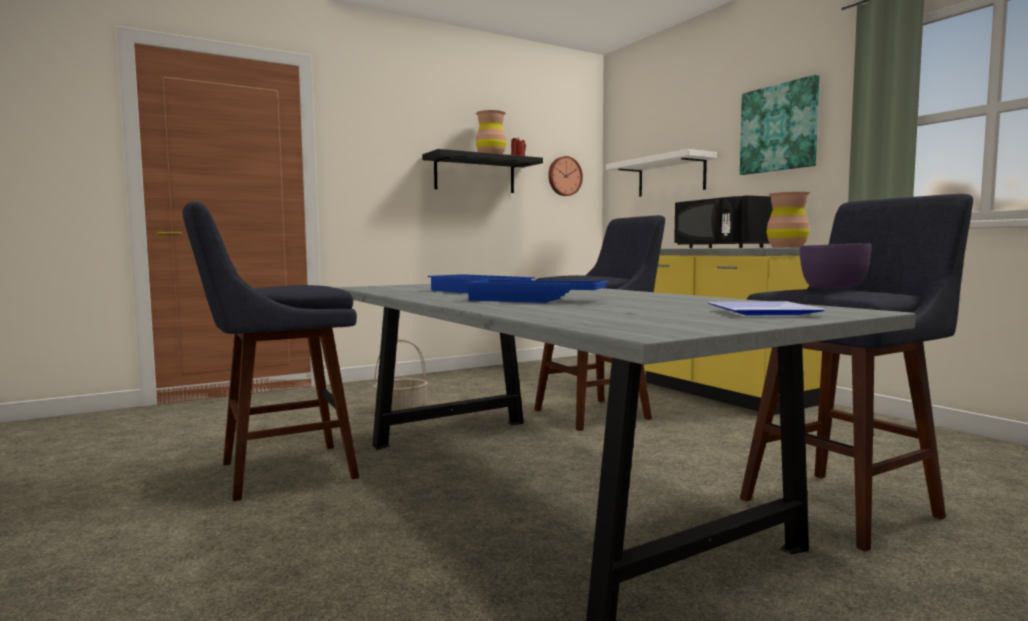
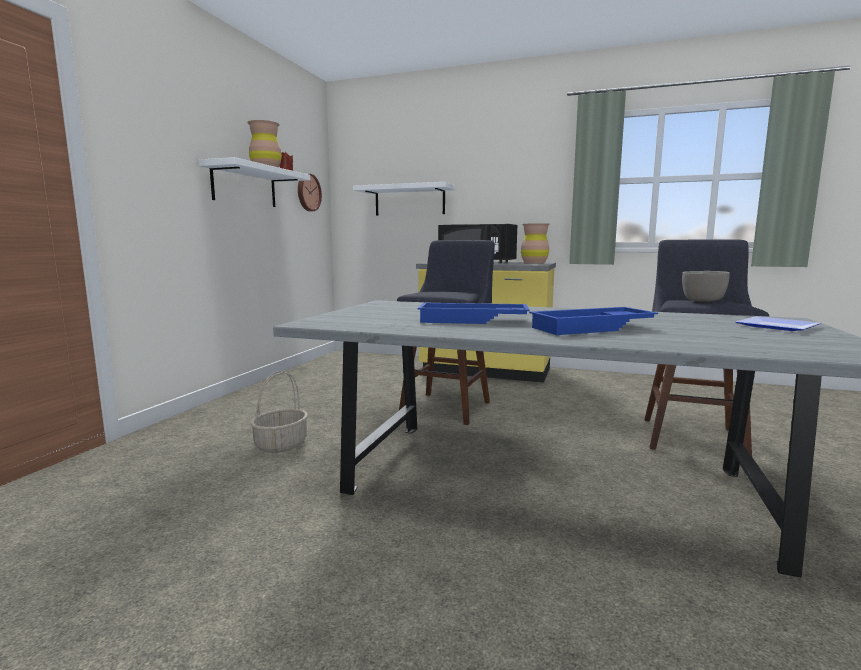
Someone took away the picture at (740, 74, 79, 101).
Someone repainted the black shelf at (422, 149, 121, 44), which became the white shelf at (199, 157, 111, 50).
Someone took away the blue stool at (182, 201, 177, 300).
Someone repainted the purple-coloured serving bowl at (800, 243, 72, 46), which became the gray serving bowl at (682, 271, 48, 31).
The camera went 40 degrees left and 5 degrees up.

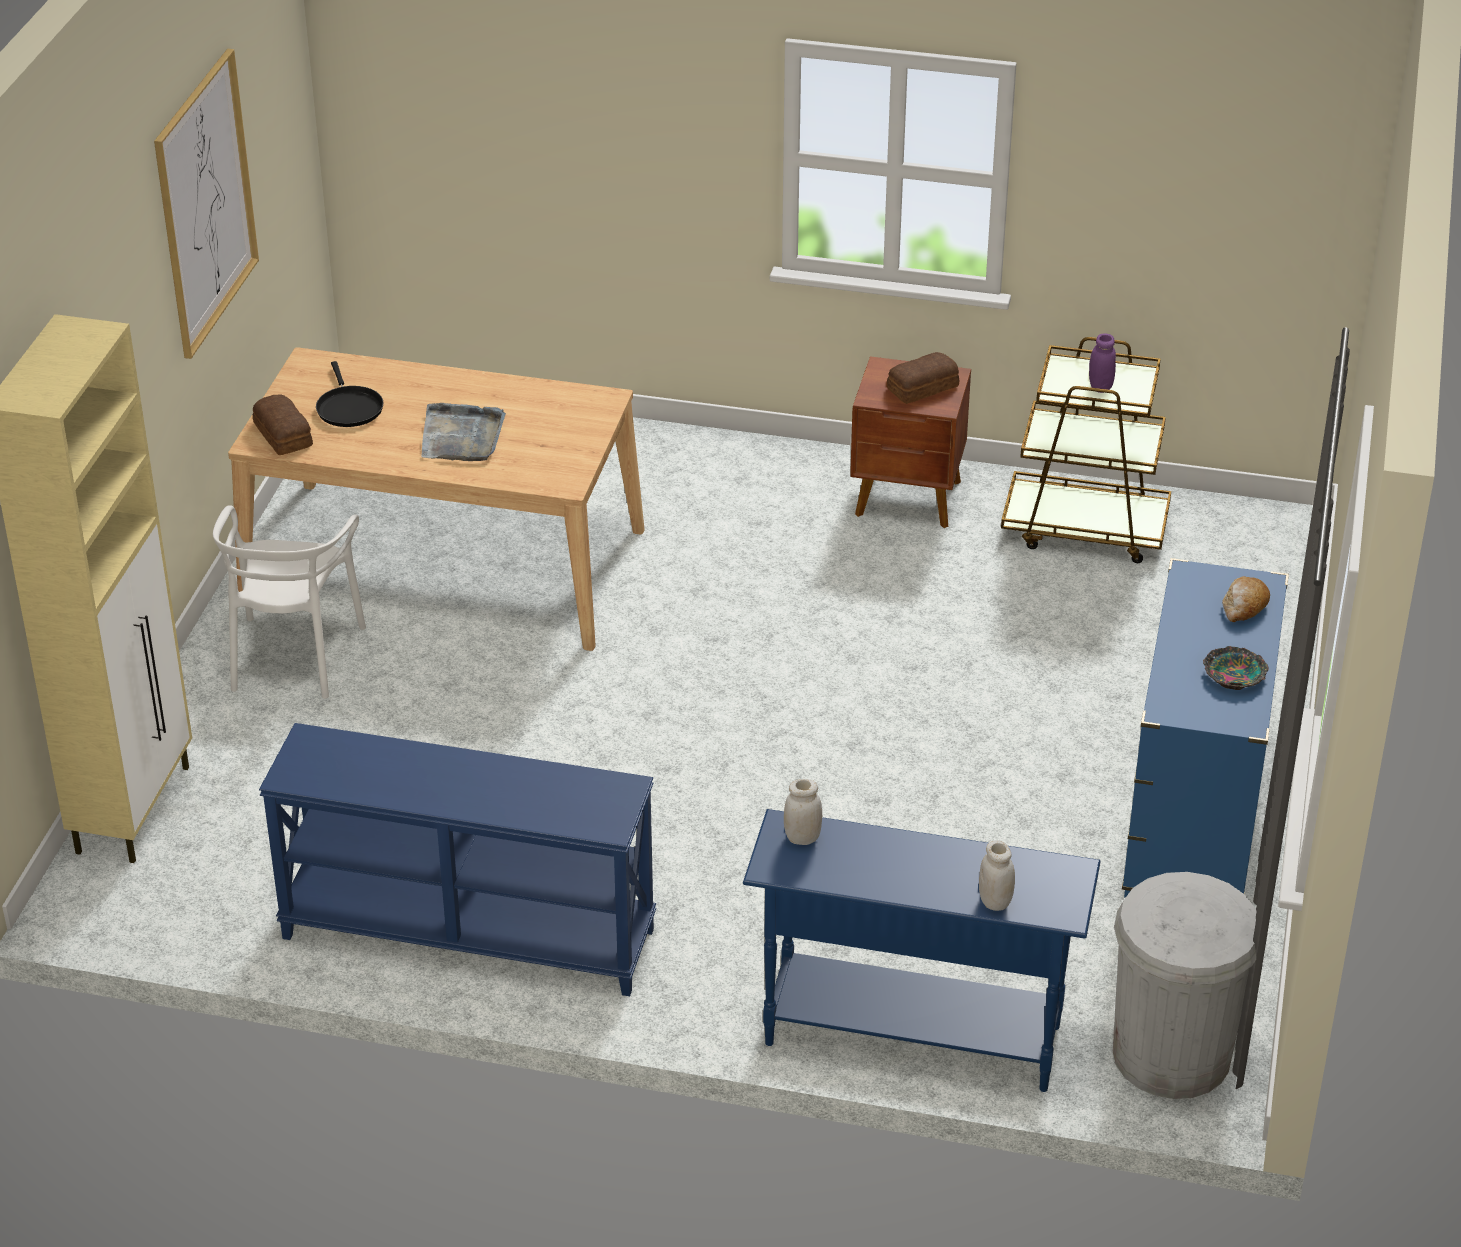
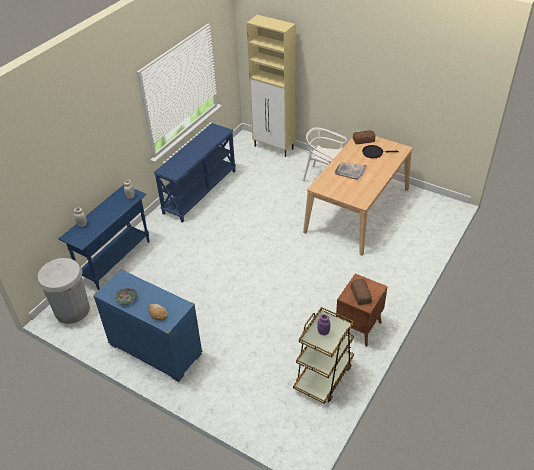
Someone took away the picture at (154, 48, 105, 311).
The camera went 110 degrees right and 5 degrees up.

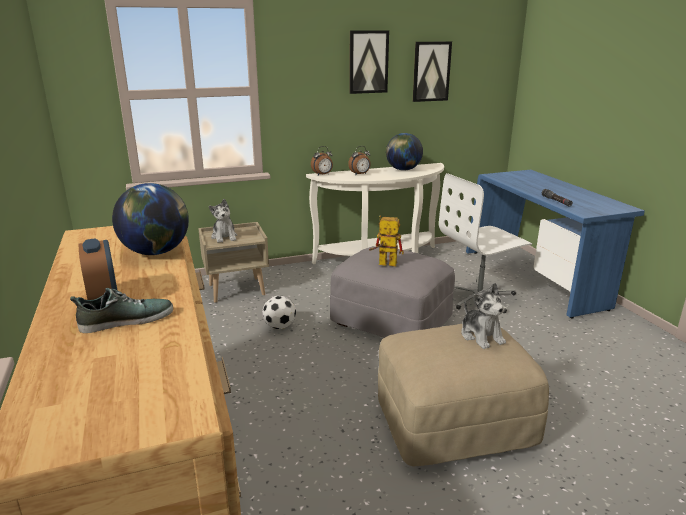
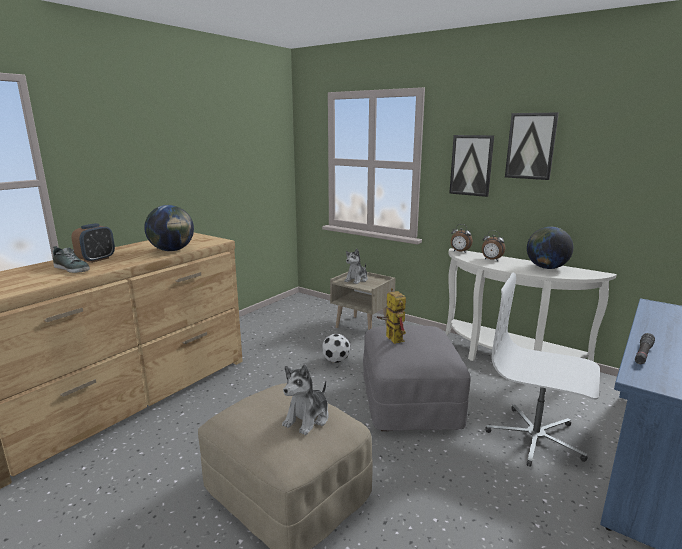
Someone carried the picture from (413, 41, 39, 61) to (449, 135, 45, 62).
The camera went 55 degrees right and 5 degrees down.

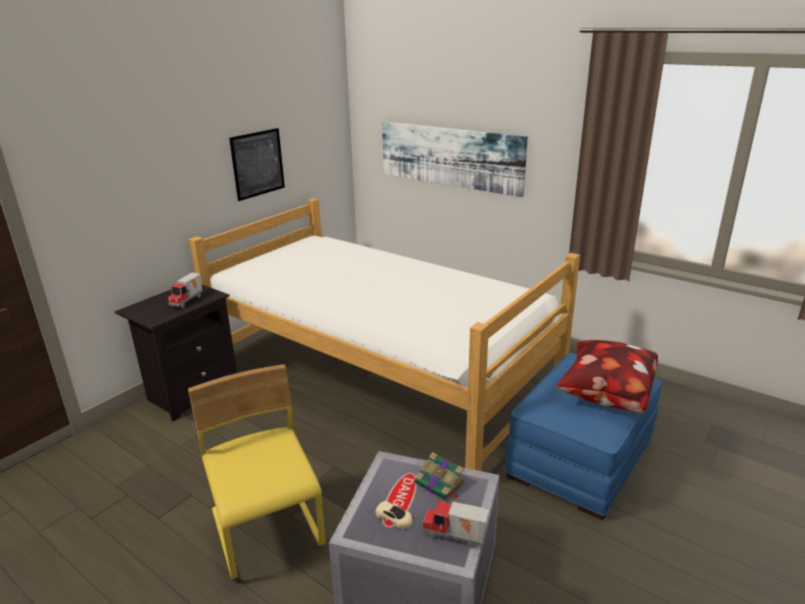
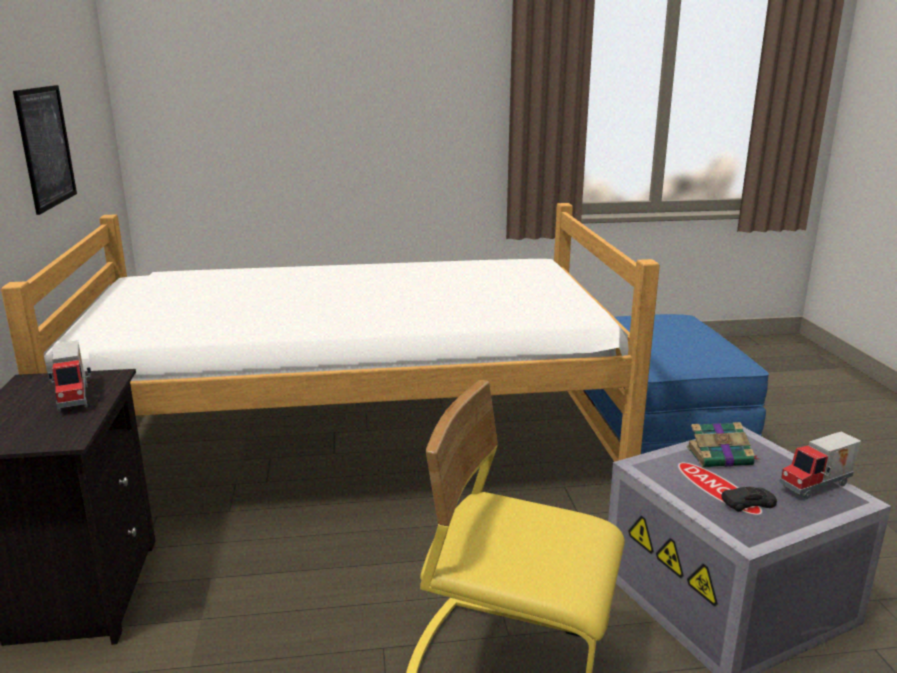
Someone took away the picture at (382, 122, 146, 75).
Someone took away the cushion at (556, 340, 102, 73).
Someone repainted the sand-coloured miniature car at (375, 501, 38, 28), which became the black miniature car at (721, 486, 56, 26).
The camera went 45 degrees left and 5 degrees down.

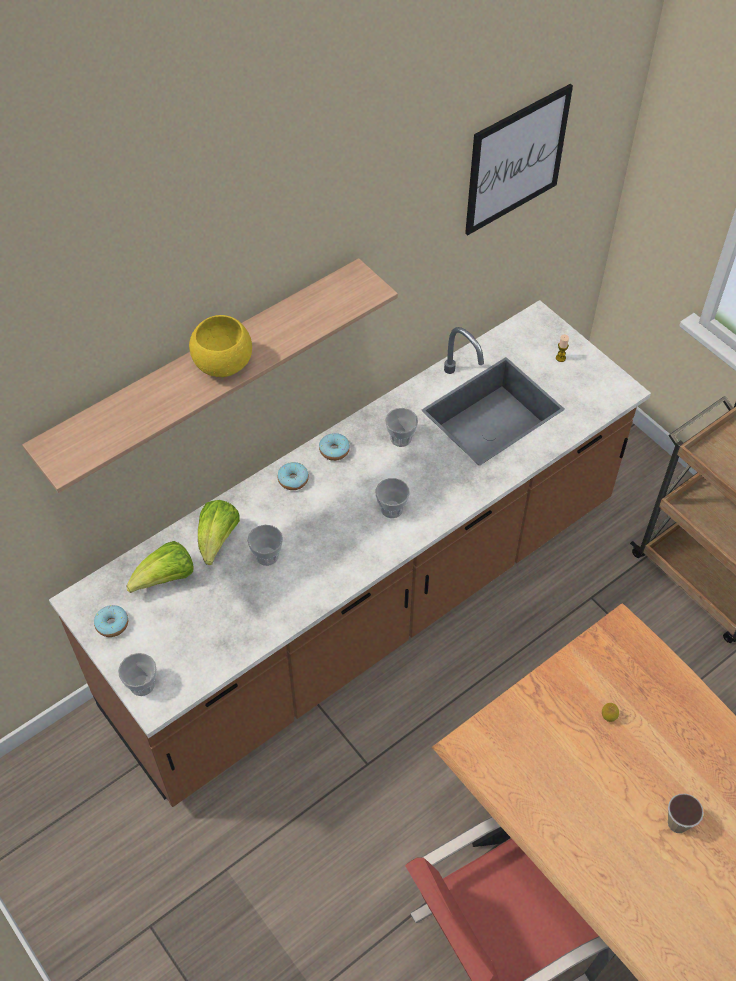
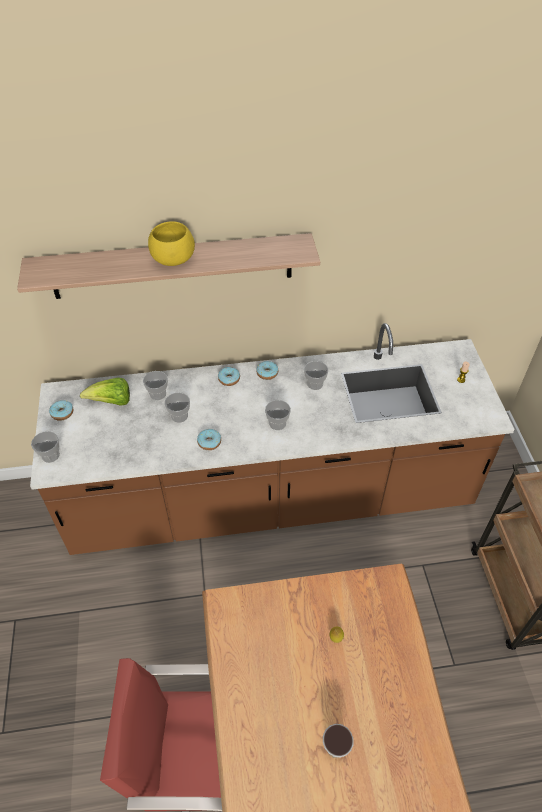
Someone took away the picture at (465, 84, 108, 151).
Someone swapped the lettuce at (198, 500, 42, 65) for the cup at (143, 371, 25, 29).
Someone put down the donut at (197, 429, 24, 21).
The camera went 30 degrees right and 5 degrees down.

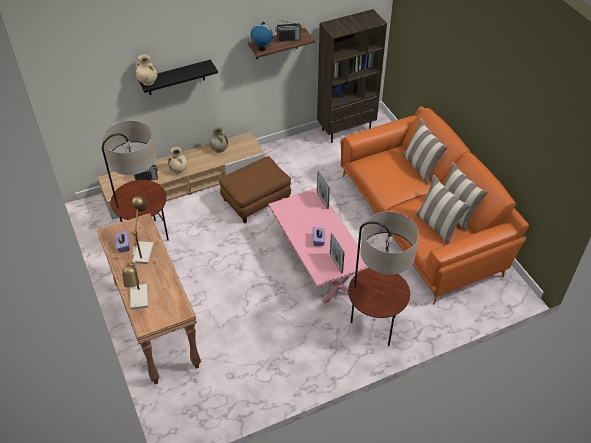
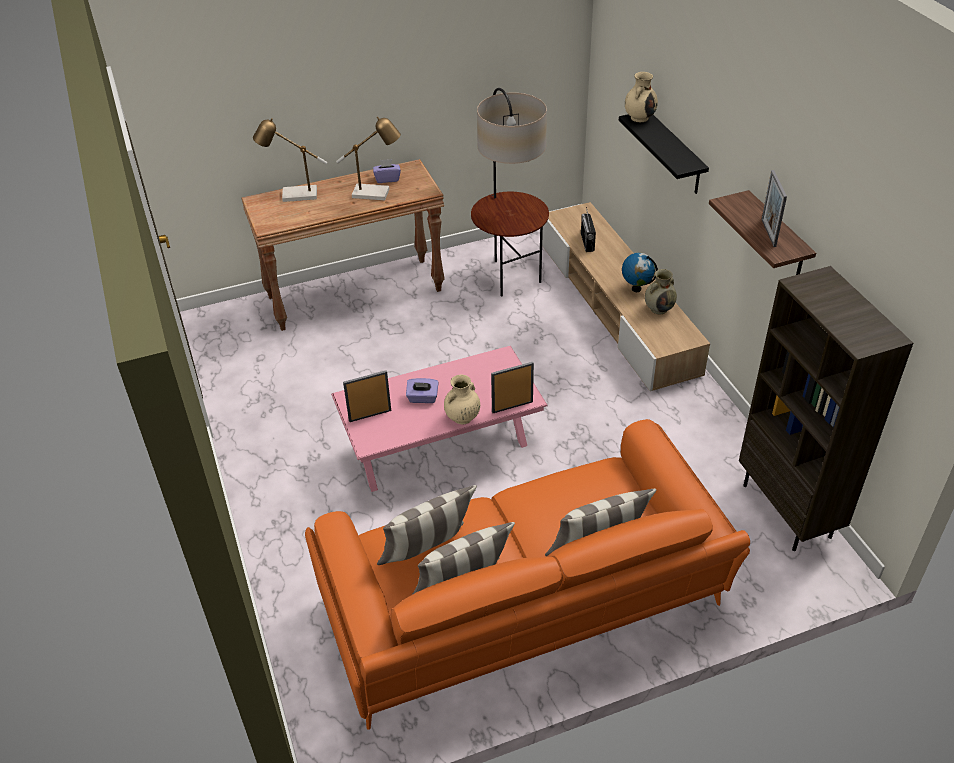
Someone swapped the radio set at (275, 20, 27, 22) for the picture frame at (761, 170, 26, 77).
Someone carried the world globe from (251, 22, 22, 29) to (622, 253, 36, 39).
Someone carried the sand-coloured flower vase from (168, 147, 20, 26) to (444, 374, 36, 50).
Someone took away the brown-coloured pouffe at (219, 156, 72, 68).
Someone took away the floor lamp at (348, 212, 71, 134).
The camera went 95 degrees right and 5 degrees down.

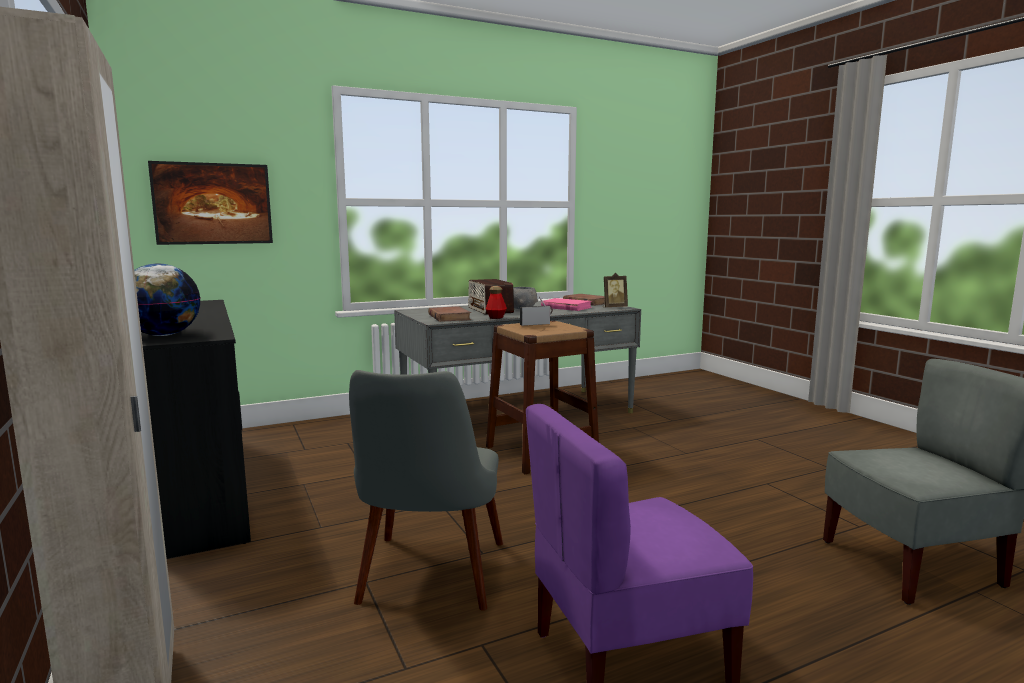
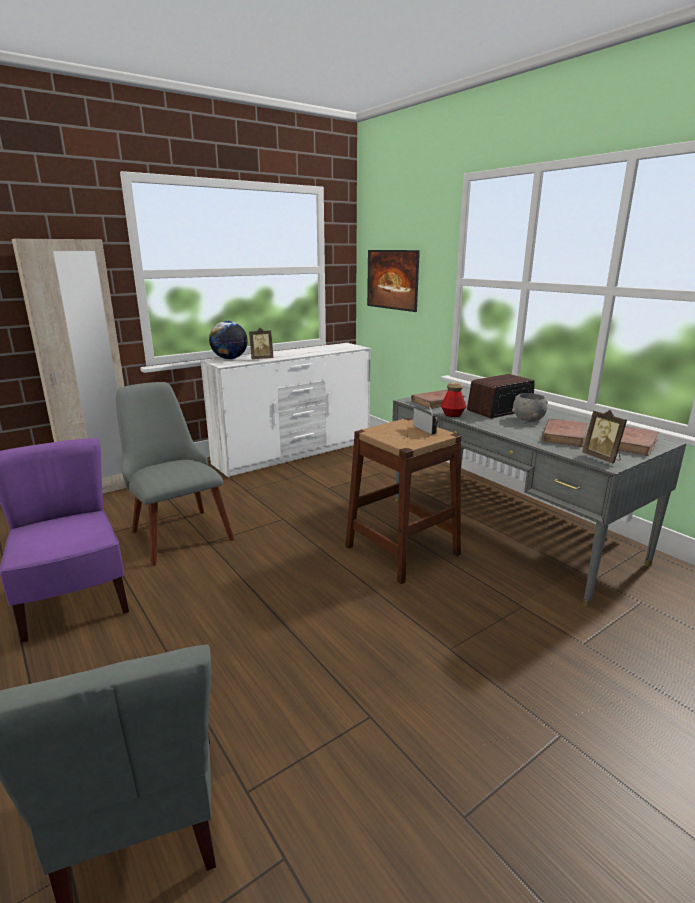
Someone repainted the pinkish bound book at (541, 298, 51, 13), which became the brown-coloured bound book at (542, 419, 45, 28).
Someone repainted the black chest of drawers at (141, 300, 110, 259), which became the white chest of drawers at (200, 343, 171, 135).
Someone rotated the gray chair at (349, 370, 154, 241) by 60 degrees clockwise.
Someone put down the picture frame at (249, 328, 24, 31).
The camera went 80 degrees right and 10 degrees up.

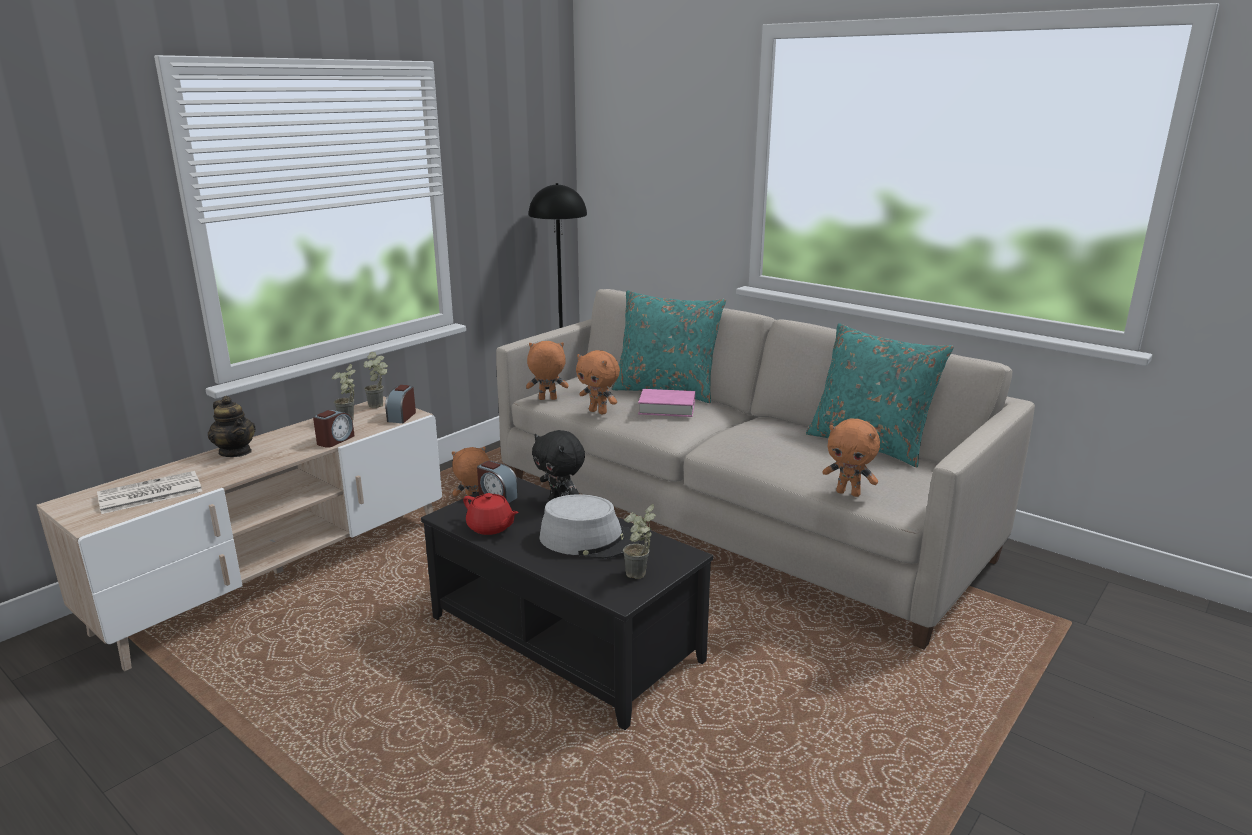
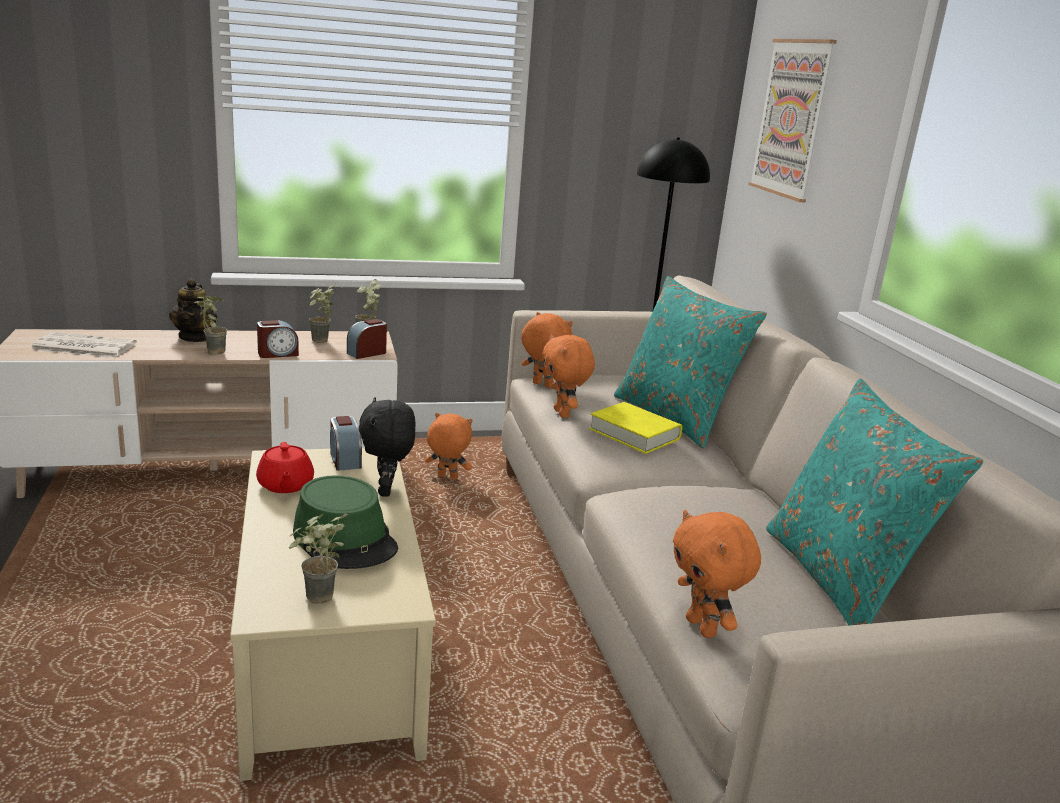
Someone repainted the pinkish bound book at (638, 389, 57, 28), which became the yellow-coloured bound book at (589, 402, 93, 52).
Someone repainted the black low table at (421, 477, 292, 253), which became the sand-coloured low table at (230, 448, 206, 333).
Someone repainted the gray clothing hat at (539, 494, 102, 65), which became the greenish clothing hat at (293, 475, 105, 94).
Someone put up the picture at (748, 39, 89, 164).
Someone put down the houseplant at (195, 295, 32, 60).
The camera went 35 degrees right and 0 degrees up.

